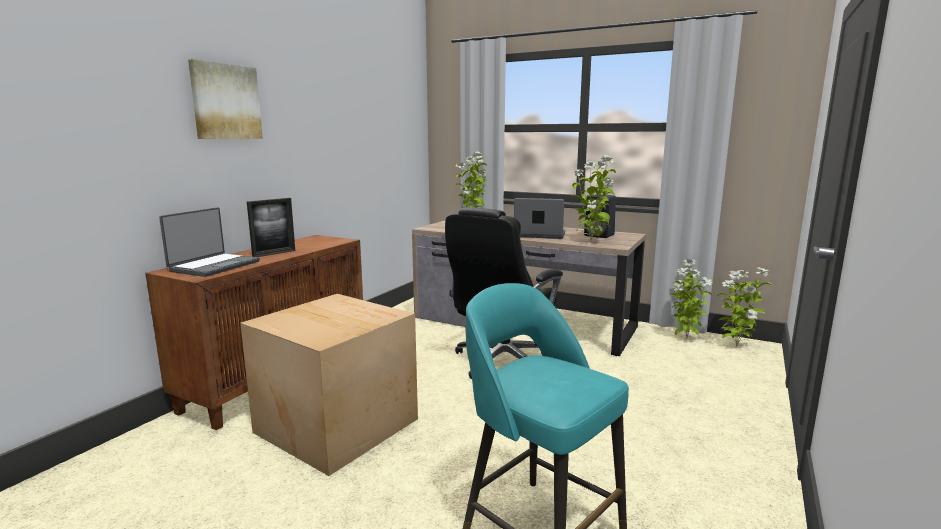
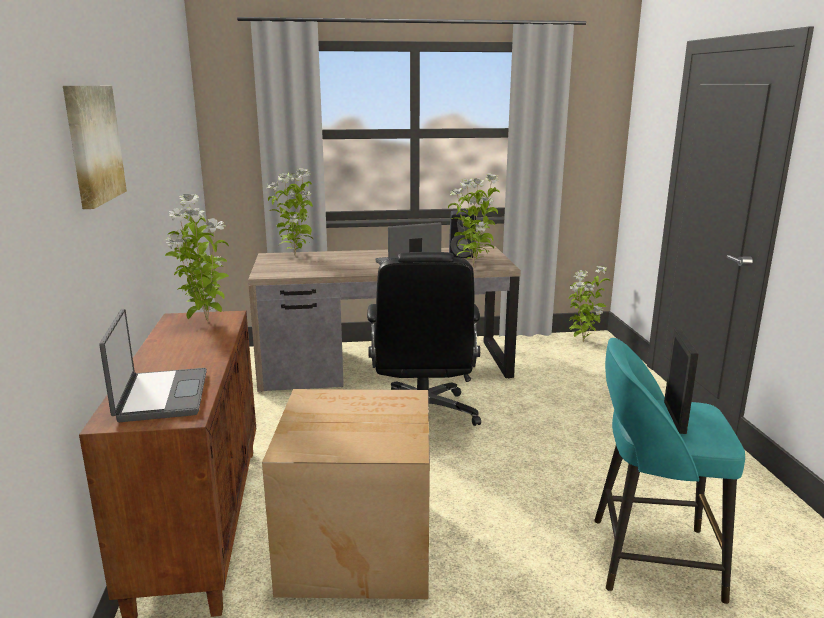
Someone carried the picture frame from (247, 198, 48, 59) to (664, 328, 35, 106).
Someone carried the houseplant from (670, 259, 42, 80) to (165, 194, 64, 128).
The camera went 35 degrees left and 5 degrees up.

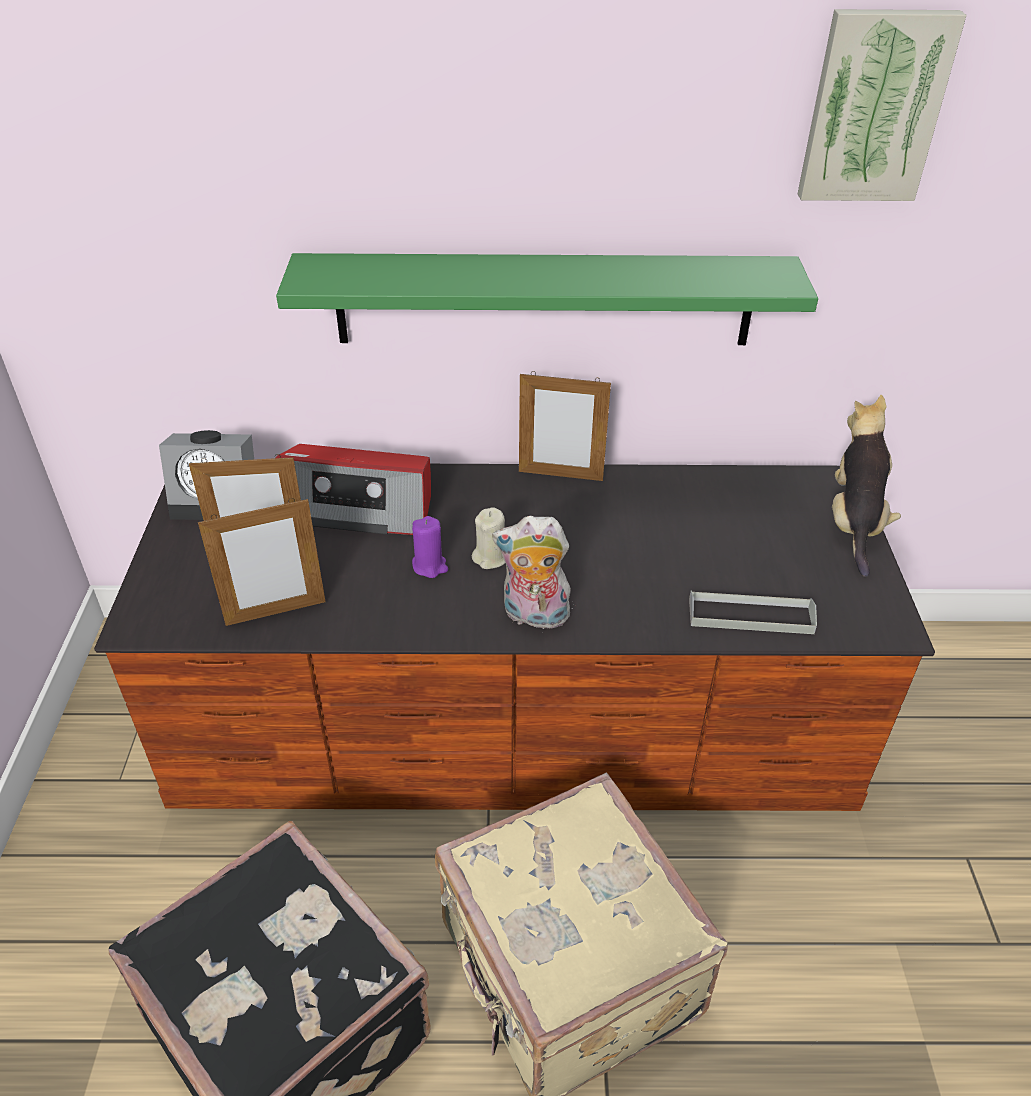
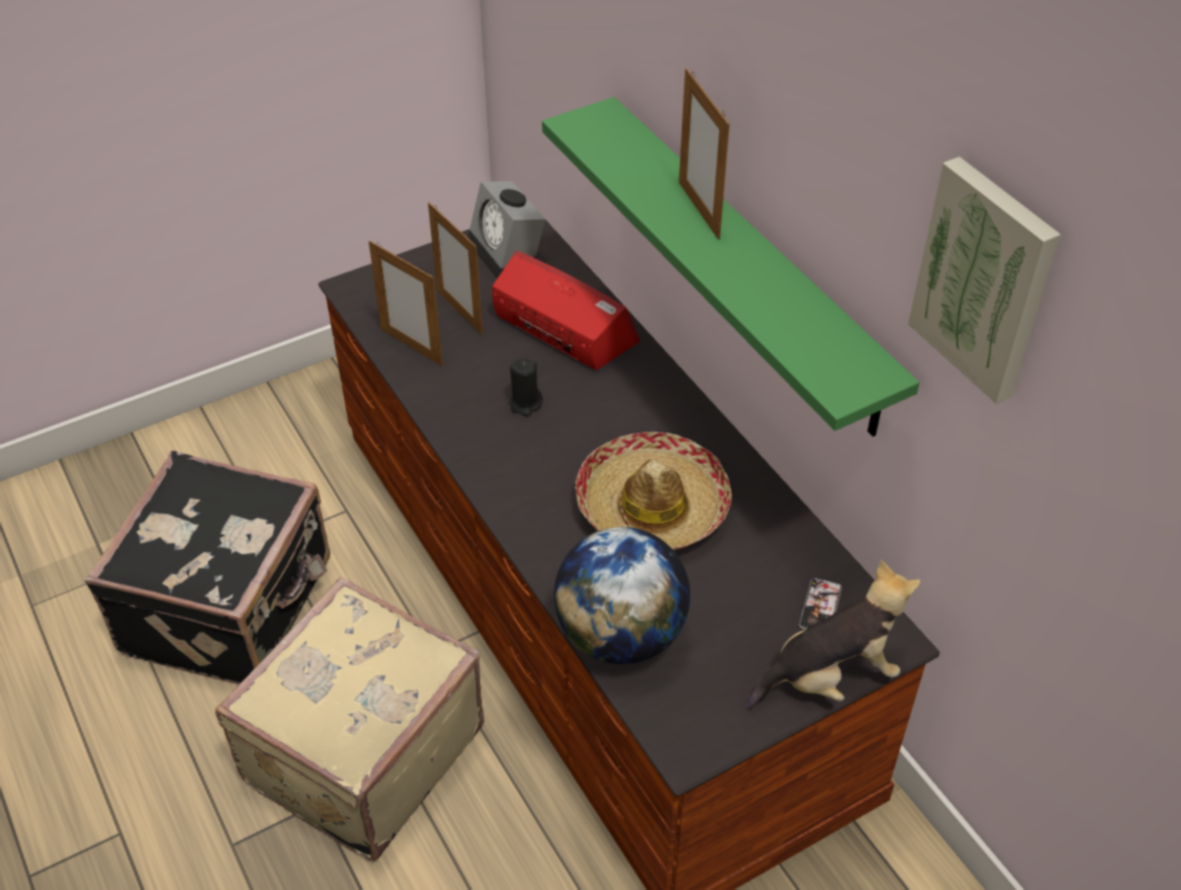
Someone carried the picture frame from (519, 371, 92, 110) to (679, 68, 51, 172).
Someone rotated the radio set at (275, 444, 156, 91) by 150 degrees clockwise.
Someone took away the sand-coloured candle at (472, 507, 33, 62).
Someone repainted the purple-coloured candle at (412, 516, 36, 62), which became the black candle at (509, 358, 34, 59).
Someone took away the cuddly toy at (492, 516, 81, 114).
Someone swapped the gray carrying tray at (689, 591, 128, 43) for the world globe at (554, 527, 136, 137).
Someone put down the clothing hat at (575, 432, 157, 118).
Someone put down the handset at (799, 578, 43, 52).
The camera went 60 degrees right and 5 degrees up.

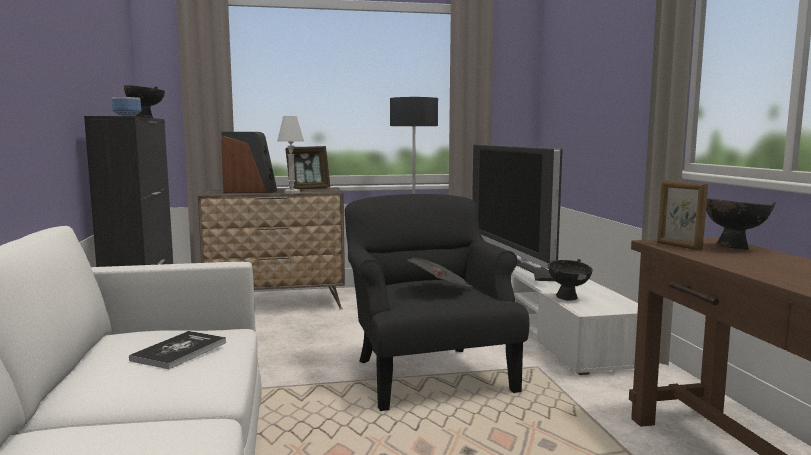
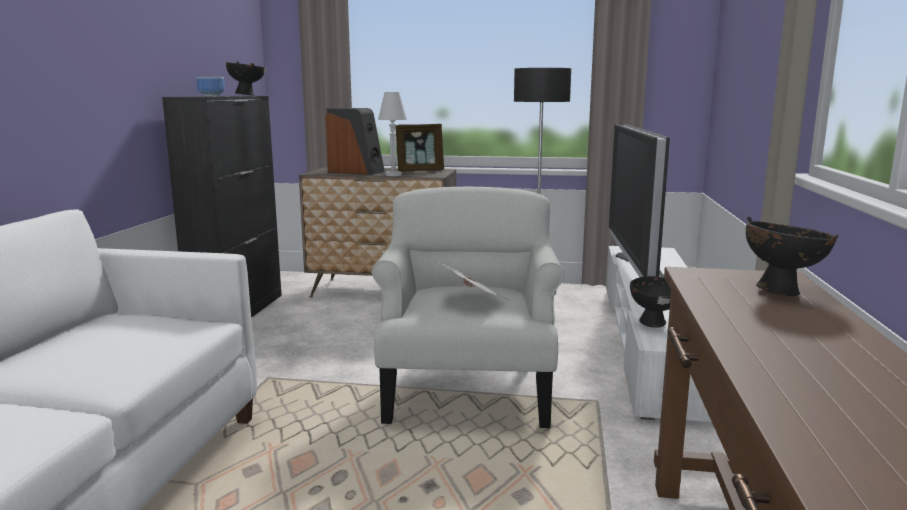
Someone took away the picture frame at (657, 180, 51, 70).
Someone repainted the black easy chair at (345, 194, 184, 217), which became the white easy chair at (372, 187, 193, 241).
Someone took away the bound book at (129, 331, 97, 38).
The camera went 20 degrees right and 5 degrees up.

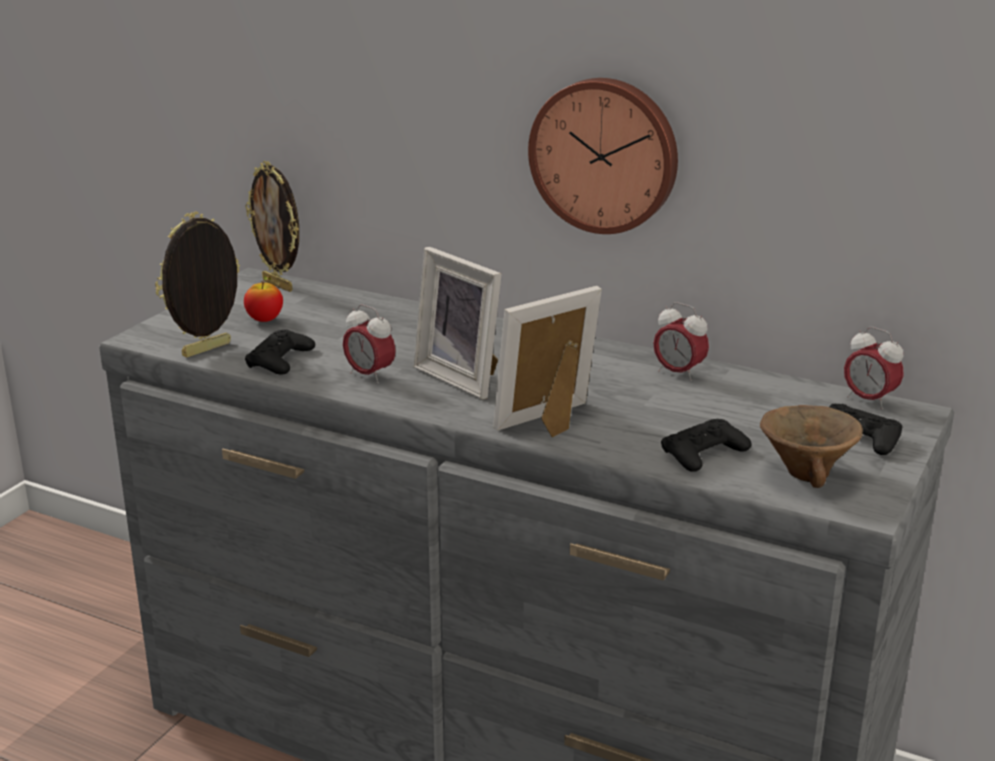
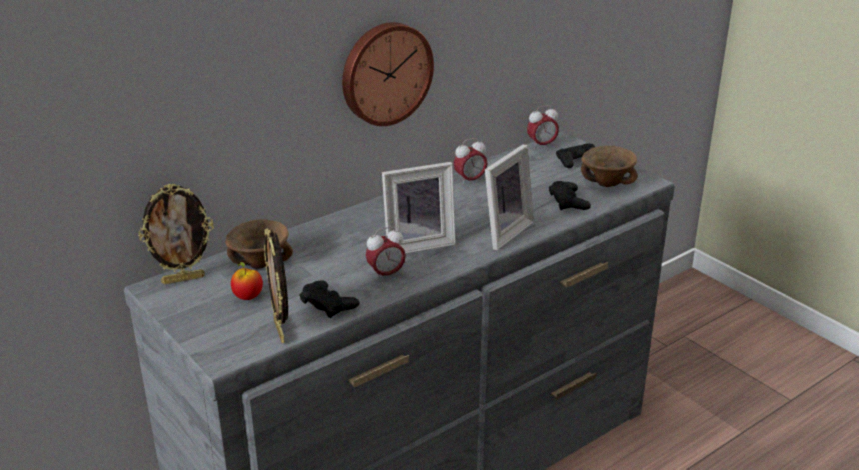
Someone rotated the picture frame at (493, 286, 109, 151) by 135 degrees counterclockwise.
Someone put down the brown-coloured serving bowl at (225, 219, 68, 50).
The camera went 65 degrees left and 5 degrees up.

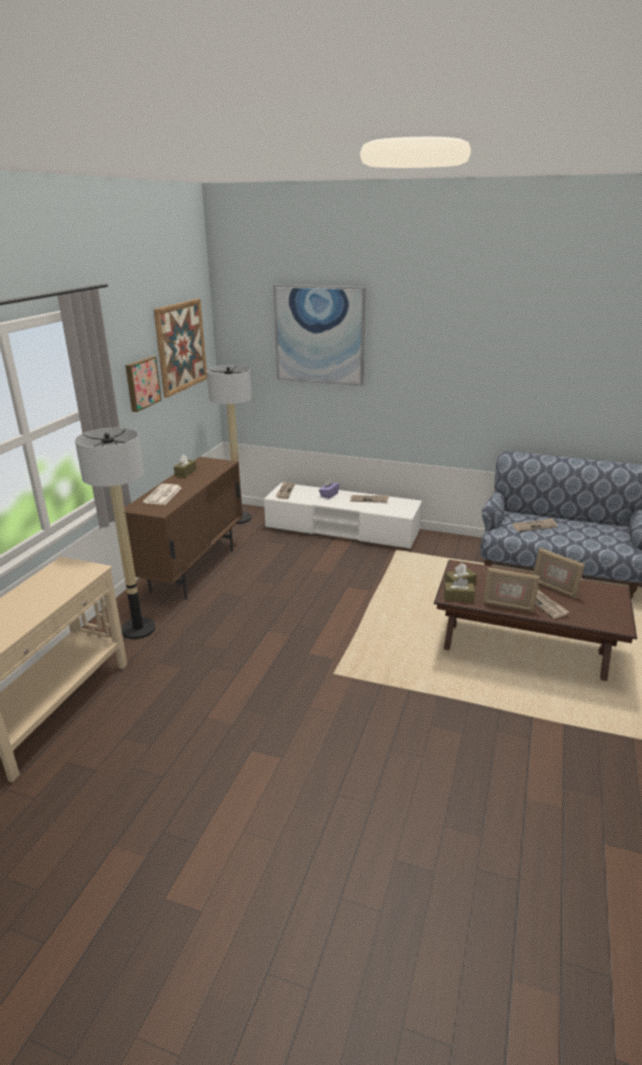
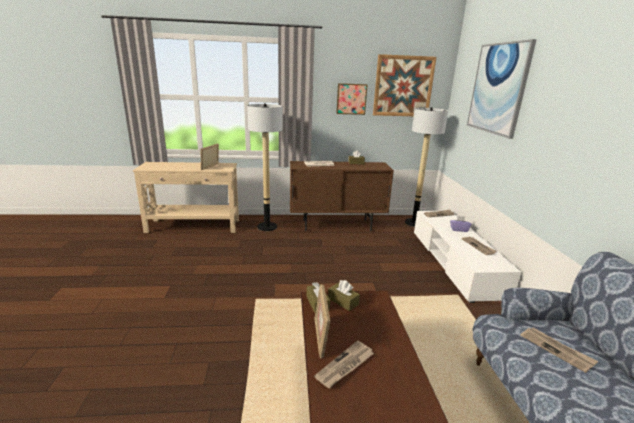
Someone carried the picture frame from (533, 548, 52, 51) to (201, 144, 18, 26).
The camera went 65 degrees right and 5 degrees down.

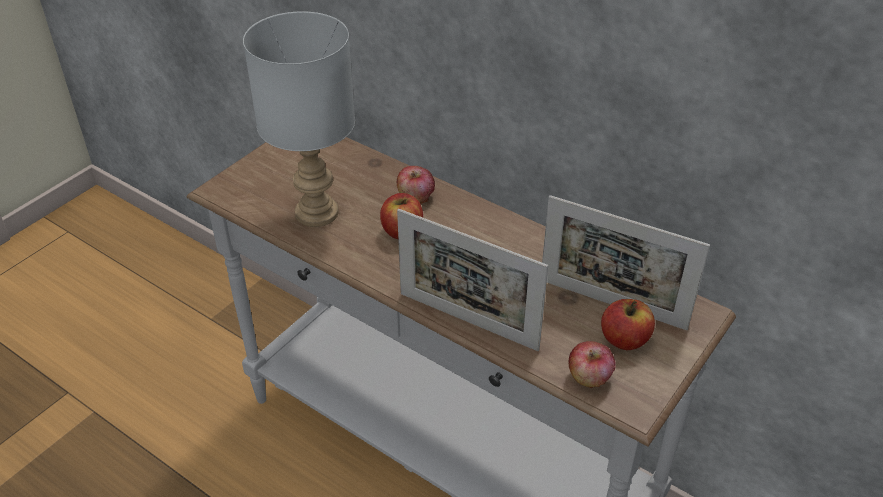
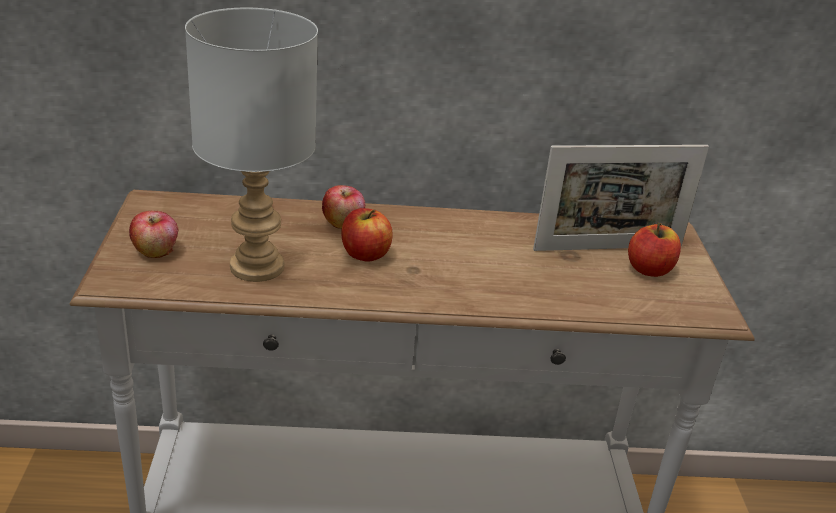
Someone took away the picture frame at (397, 209, 151, 142).
Someone carried the apple fruit from (568, 341, 48, 47) to (129, 211, 49, 47).
The camera went 40 degrees left and 10 degrees down.

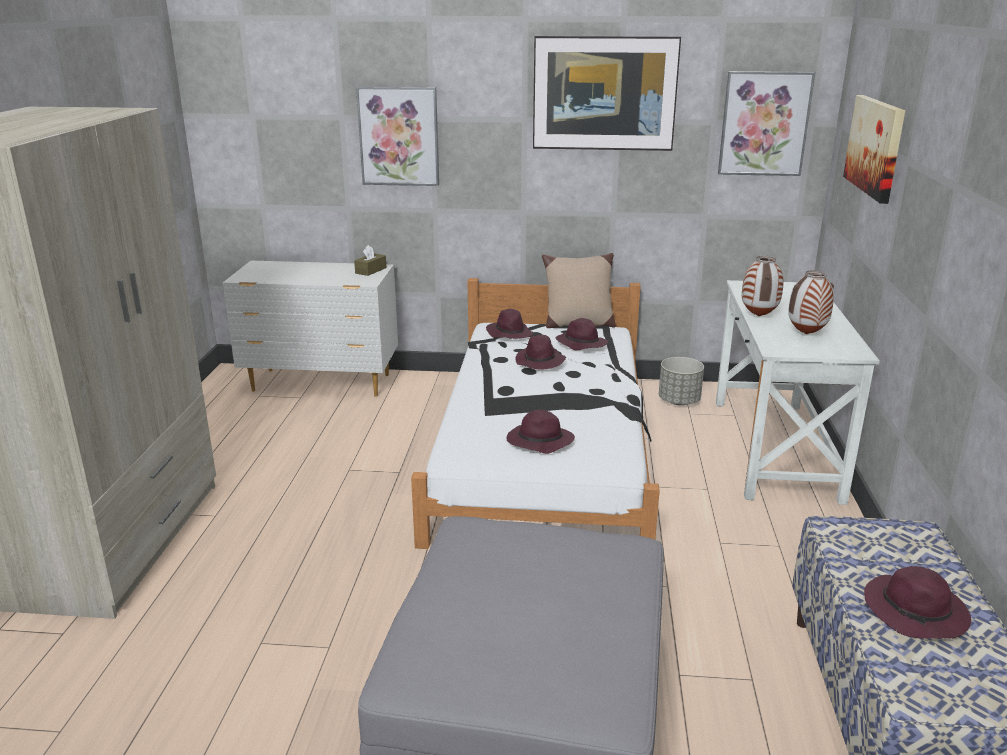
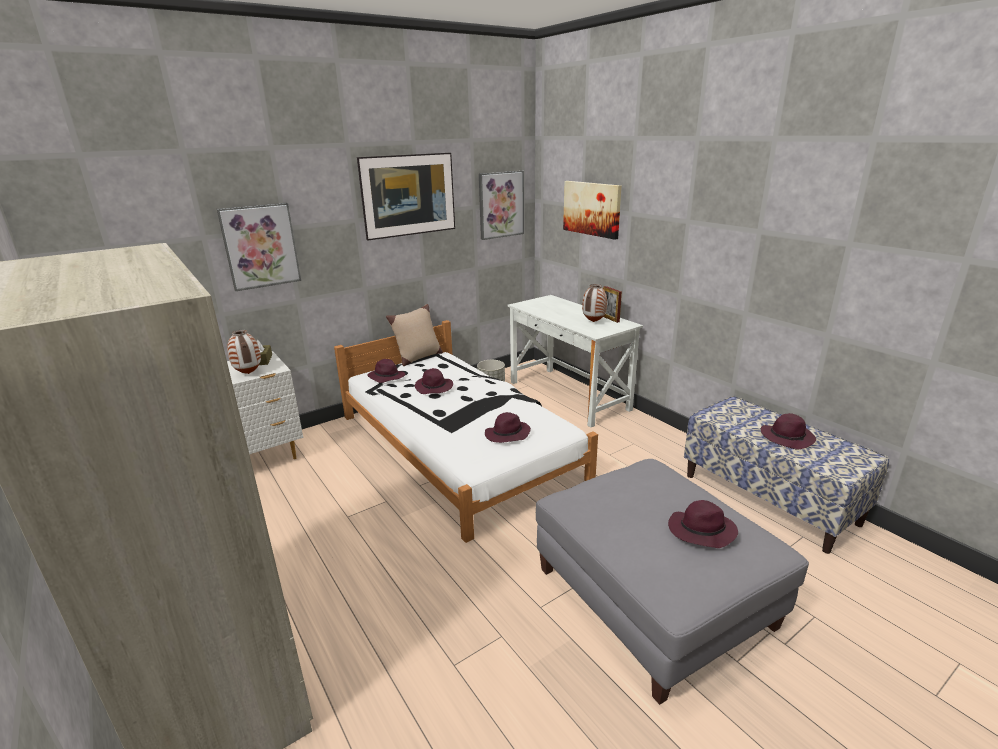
Someone carried the flower vase from (742, 256, 41, 60) to (227, 330, 34, 44).
Someone carried the purple-coloured clothing hat from (556, 318, 52, 32) to (668, 500, 70, 48).
Someone put down the picture frame at (603, 286, 19, 37).
The camera went 40 degrees left and 0 degrees up.

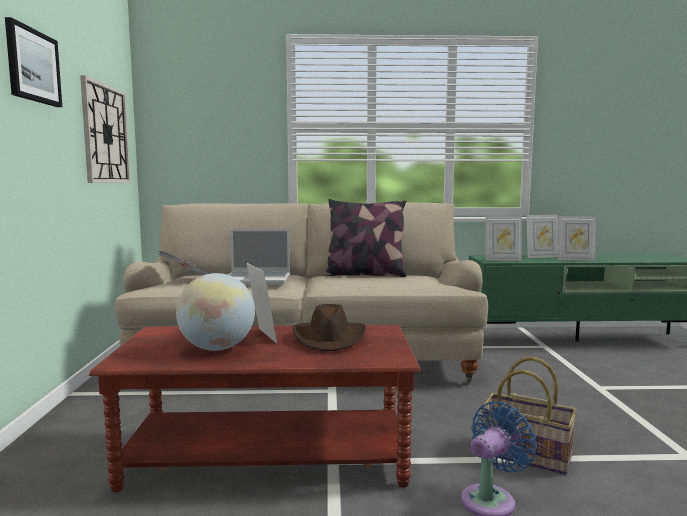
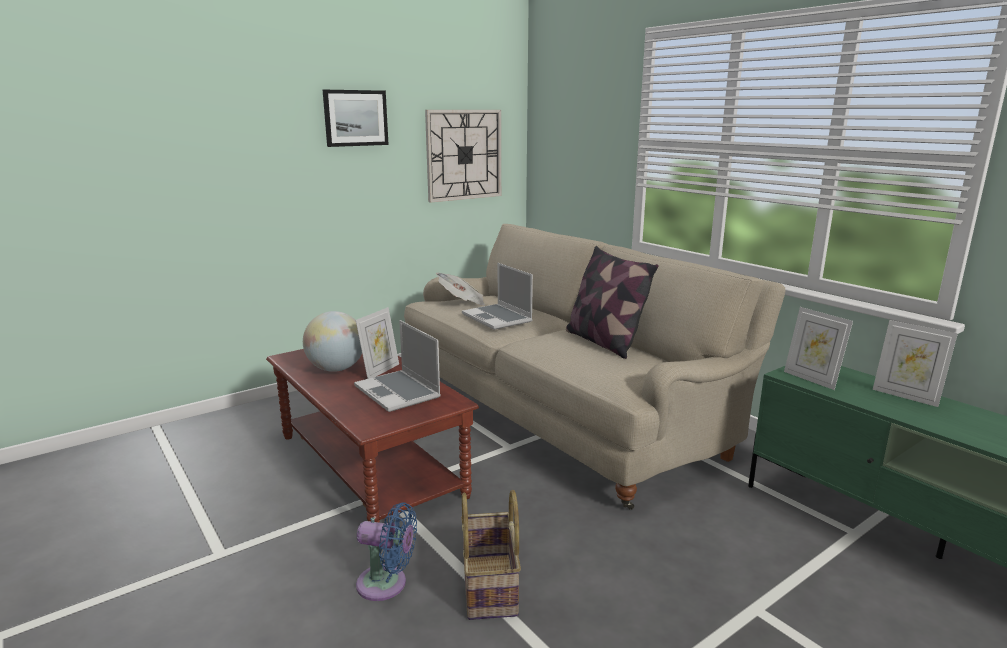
Someone took away the picture frame at (558, 216, 38, 45).
Someone swapped the brown-coloured clothing hat at (292, 304, 74, 47) for the portable computer at (354, 320, 87, 92).
The camera went 55 degrees right and 10 degrees up.

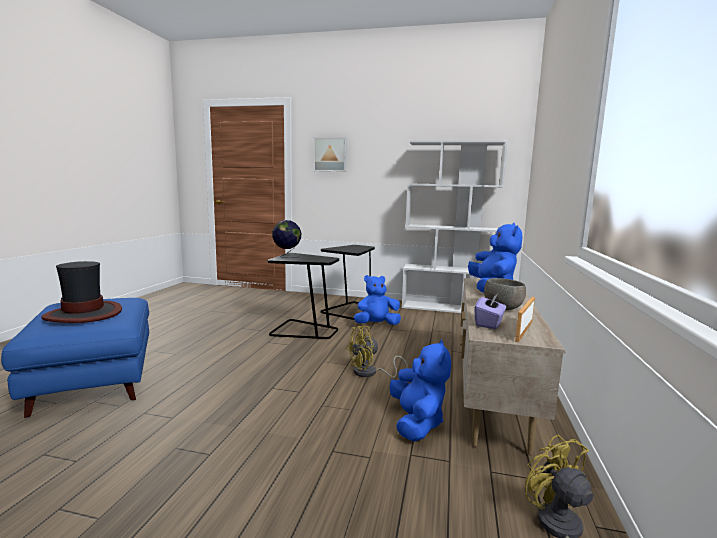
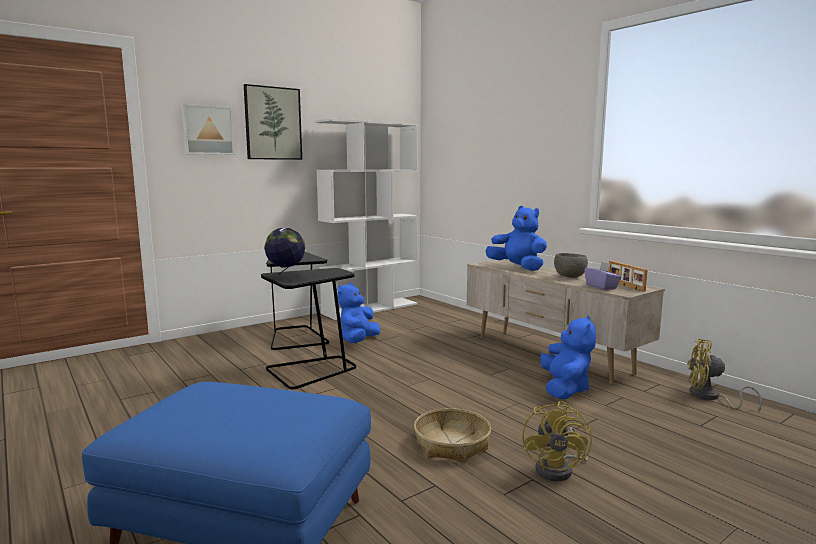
Someone took away the clothing hat at (41, 261, 81, 62).
Someone carried the yellow-coloured electric fan from (345, 326, 63, 52) to (522, 401, 70, 80).
Someone rotated the blue cuddly toy at (390, 340, 61, 102) by 60 degrees clockwise.
Someone put up the picture at (244, 84, 58, 76).
Someone put down the storage basket at (414, 408, 77, 55).
The camera went 50 degrees left and 0 degrees up.

